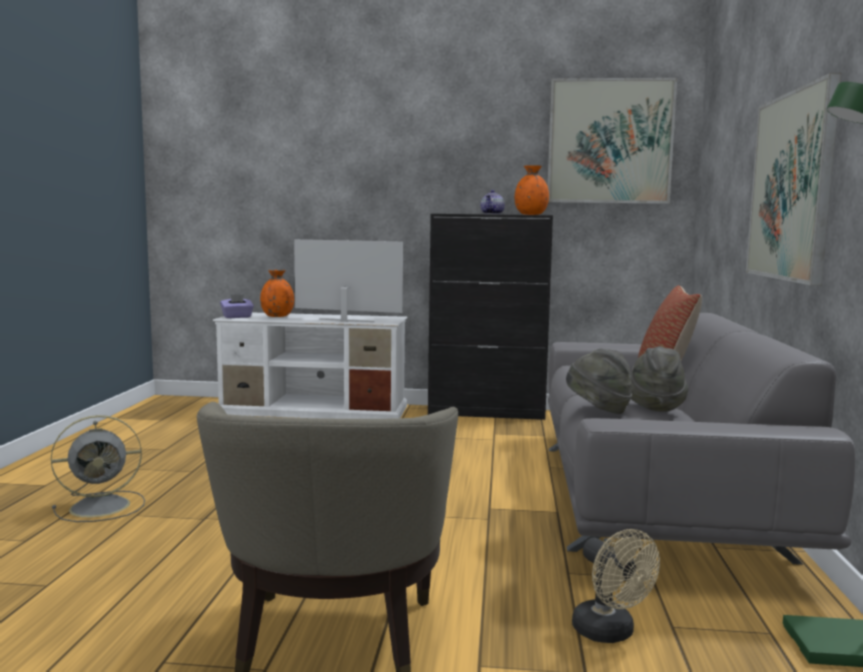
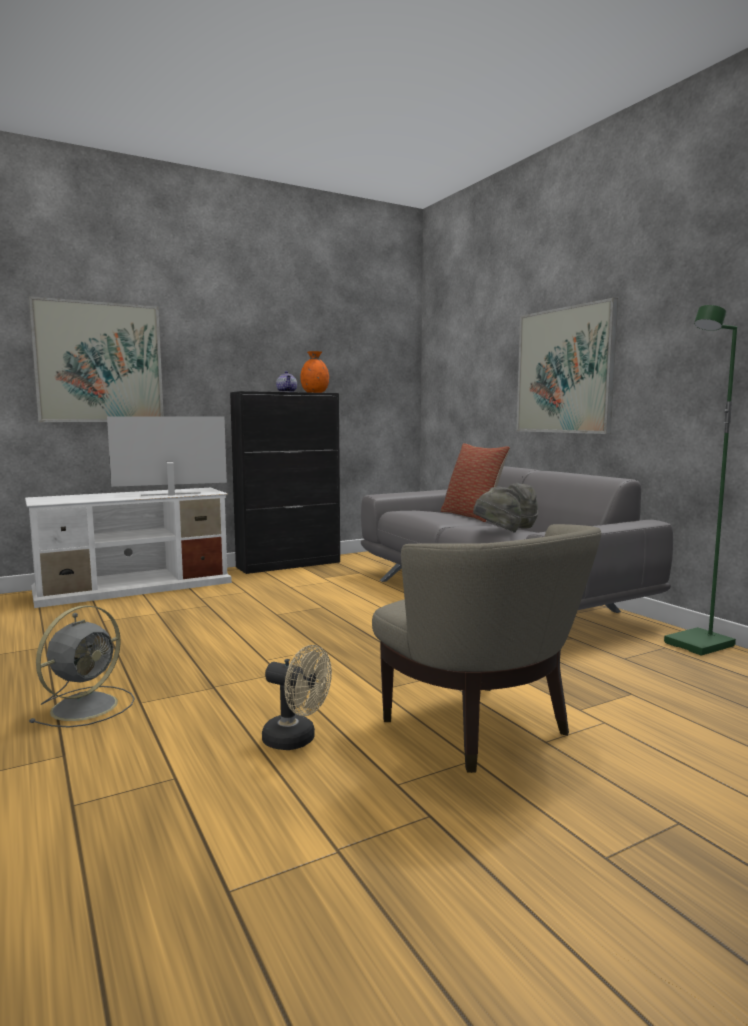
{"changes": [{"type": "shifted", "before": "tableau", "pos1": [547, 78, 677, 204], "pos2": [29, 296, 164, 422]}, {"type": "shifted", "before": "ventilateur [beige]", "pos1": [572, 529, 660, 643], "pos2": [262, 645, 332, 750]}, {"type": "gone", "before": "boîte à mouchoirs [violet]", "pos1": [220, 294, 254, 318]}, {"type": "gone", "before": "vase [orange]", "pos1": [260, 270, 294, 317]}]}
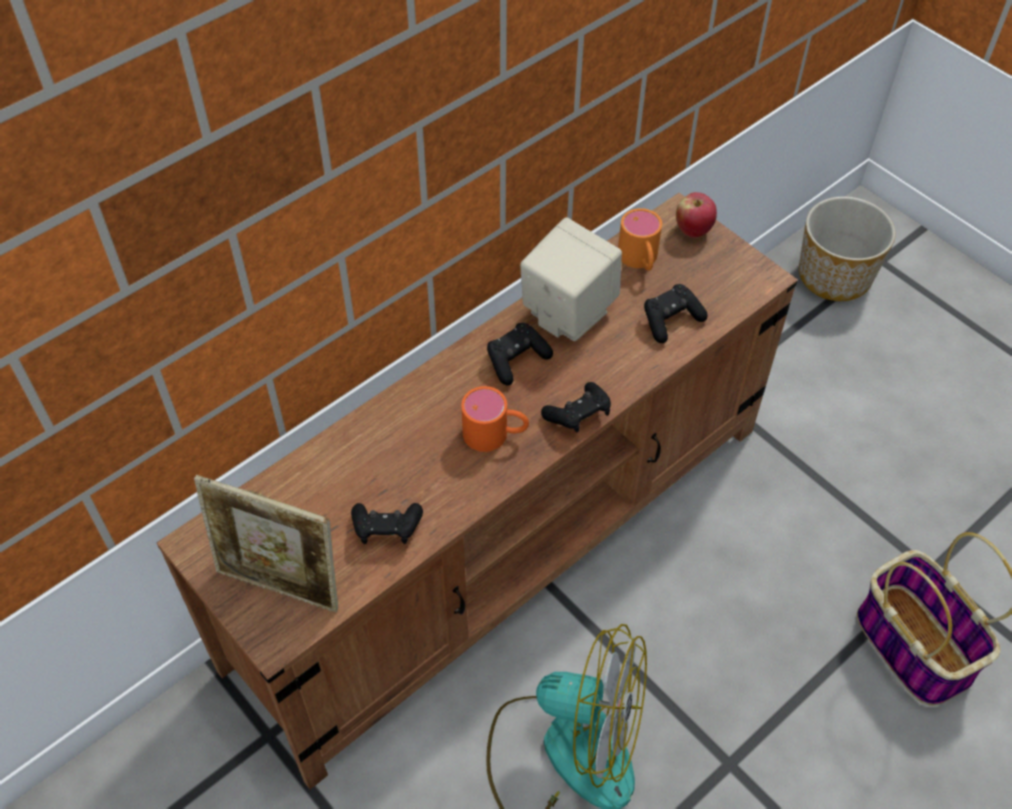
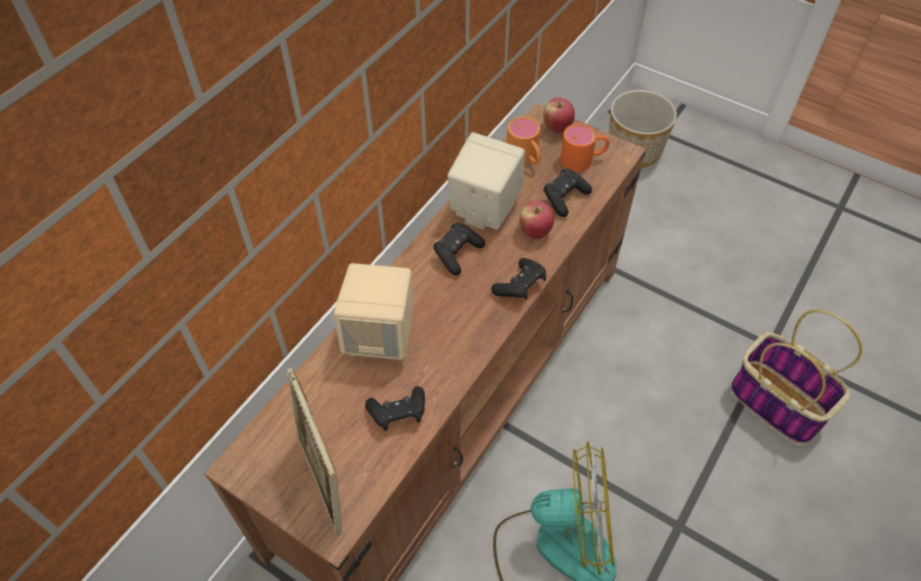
{"changes": [{"type": "rotated", "before": "cadre photo", "pos1": [194, 475, 338, 612], "pos2": [287, 368, 342, 536], "turn": 60}, {"type": "new", "after": "enceinte [beige]", "pos2": [334, 263, 413, 360]}, {"type": "new", "after": "pomme", "pos2": [519, 200, 554, 239]}, {"type": "shifted", "before": "mug [orange]", "pos1": [461, 386, 529, 452], "pos2": [560, 124, 610, 172]}]}
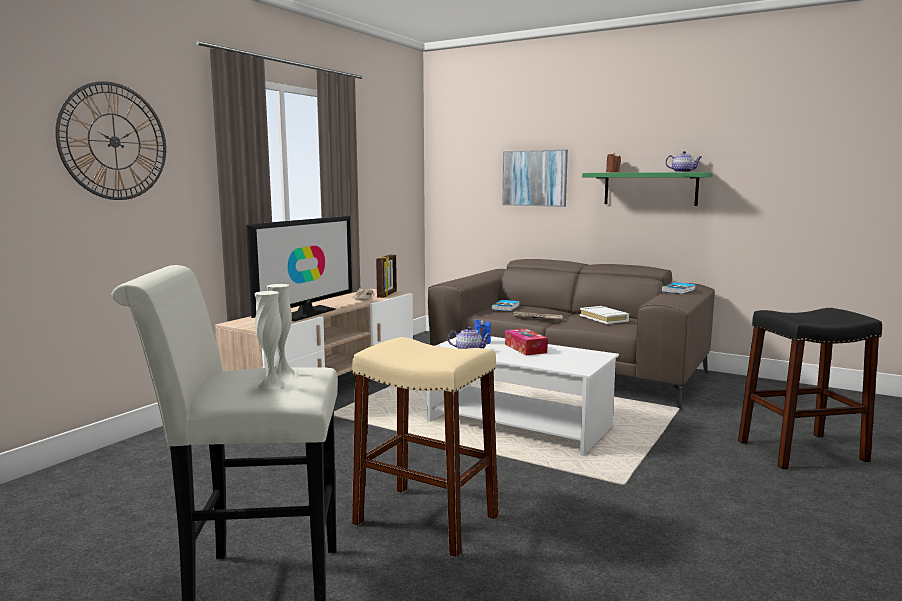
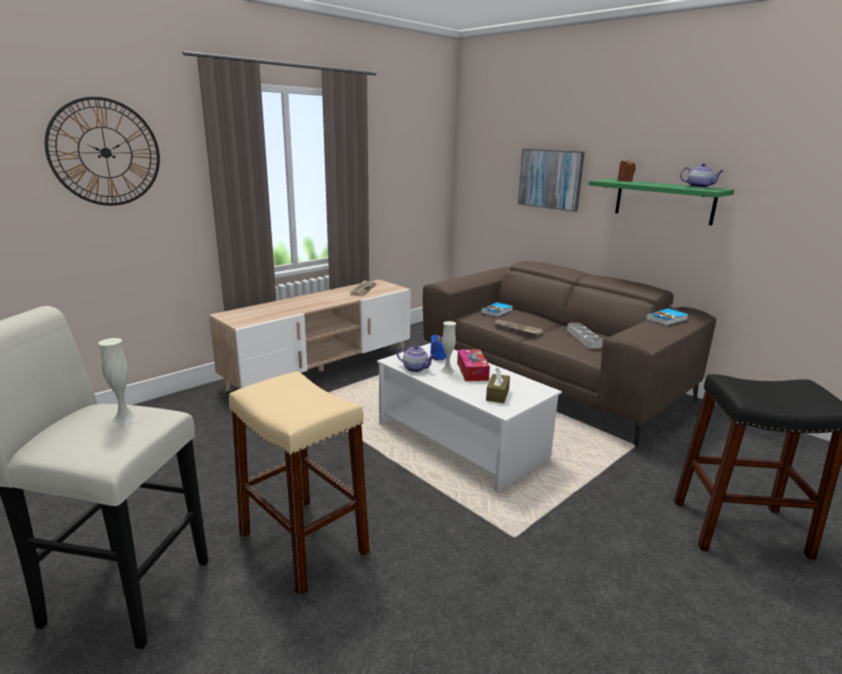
{"changes": [{"type": "shifted", "before": "vase [blanc]", "pos1": [254, 291, 285, 389], "pos2": [440, 321, 456, 374]}, {"type": "new", "after": "boîte à mouchoirs [marron]", "pos2": [486, 368, 510, 403]}, {"type": "swapped", "before": "livre [blanc]", "after": "plateau [gris]", "pos1": [580, 306, 629, 324], "pos2": [567, 323, 603, 349]}, {"type": "gone", "before": "téléviseur", "pos1": [246, 216, 352, 321]}, {"type": "gone", "before": "cadre photo", "pos1": [376, 255, 397, 298]}]}
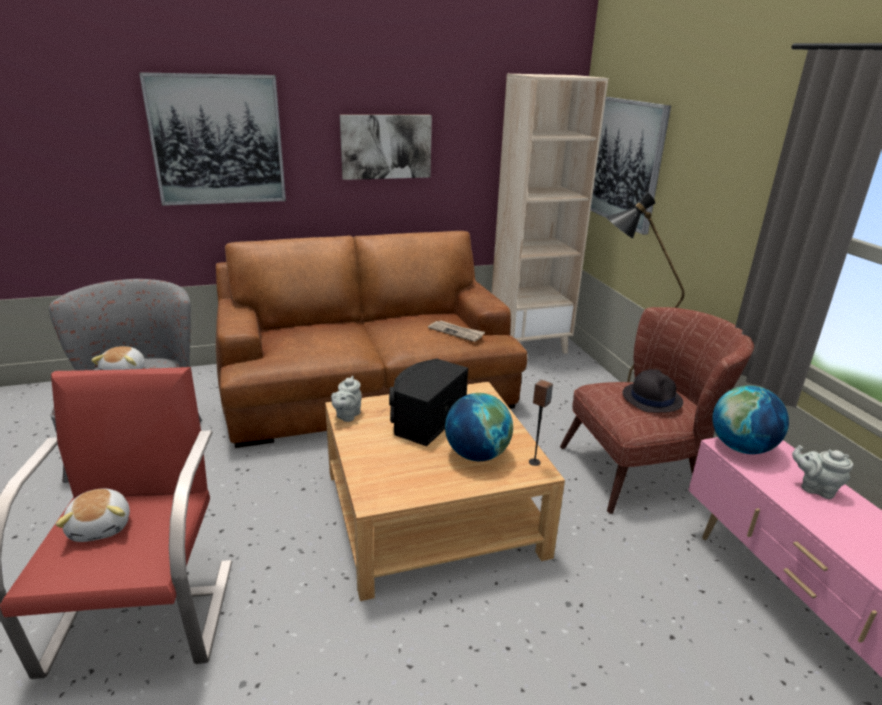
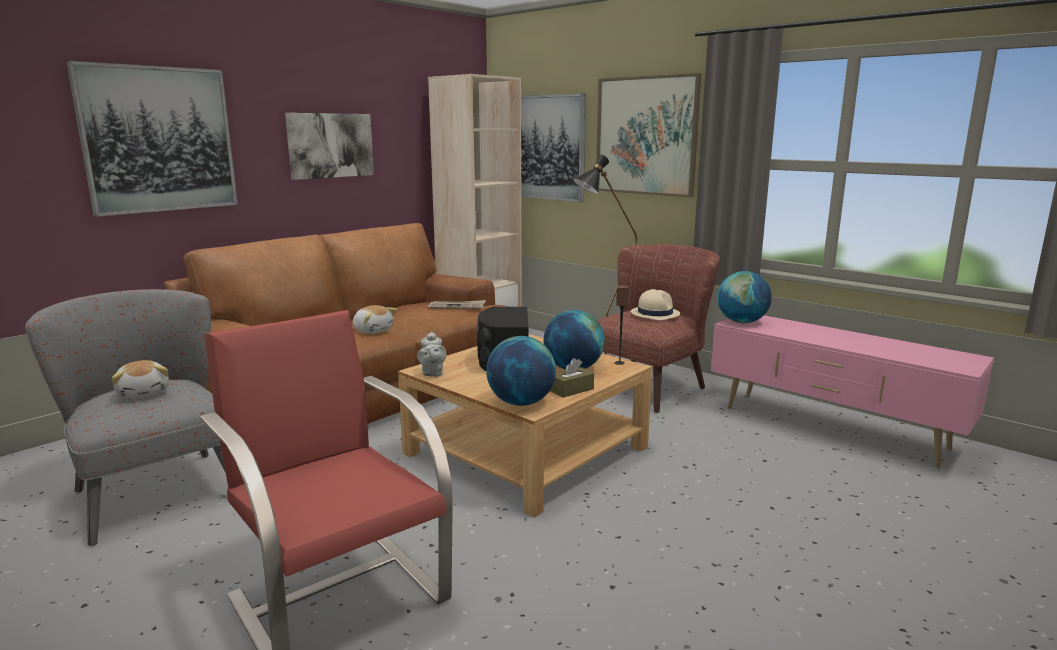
{"changes": [{"type": "shifted", "before": "peluche", "pos1": [56, 489, 130, 542], "pos2": [353, 305, 397, 334]}, {"type": "new", "after": "globe", "pos2": [486, 336, 556, 406]}, {"type": "new", "after": "boîte à mouchoirs [marron]", "pos2": [550, 358, 594, 398]}, {"type": "new", "after": "tableau", "pos2": [596, 73, 702, 198]}, {"type": "repainted", "before": "chapeau [noir]", "after": "chapeau [beige]", "pos1": [623, 369, 683, 413], "pos2": [631, 289, 680, 321]}, {"type": "gone", "before": "théière [gris]", "pos1": [792, 445, 853, 499]}]}
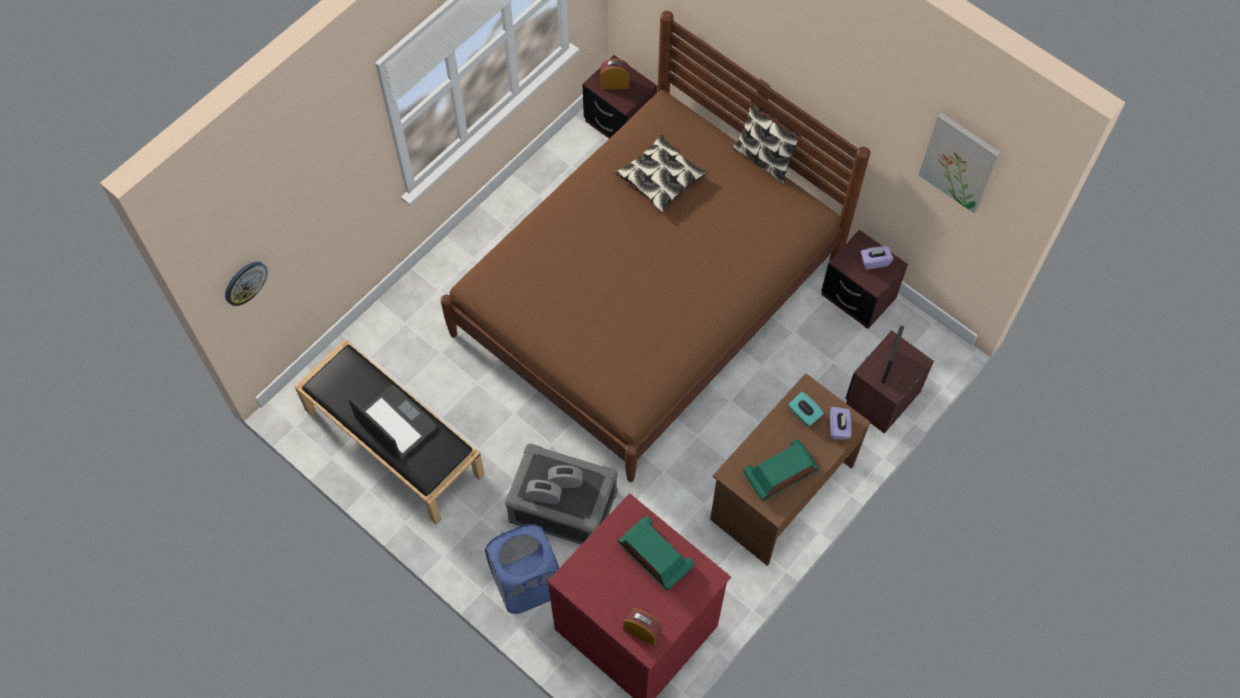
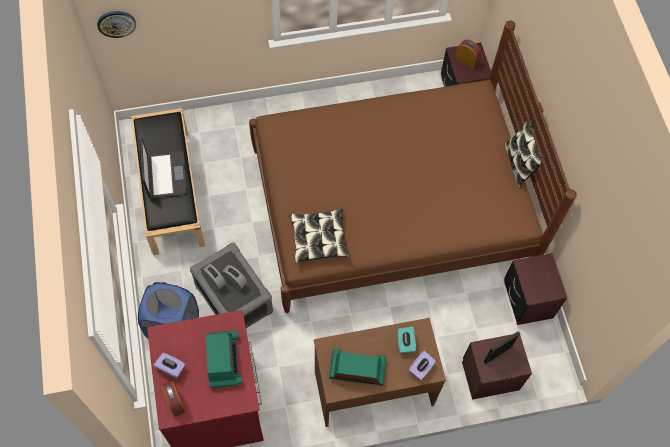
{"changes": [{"type": "shifted", "before": "boîte à mouchoirs [violet]", "pos1": [861, 246, 894, 270], "pos2": [154, 353, 185, 379]}, {"type": "shifted", "before": "coussin", "pos1": [615, 134, 708, 213], "pos2": [289, 208, 350, 263]}, {"type": "gone", "before": "tableau", "pos1": [918, 112, 1001, 213]}]}
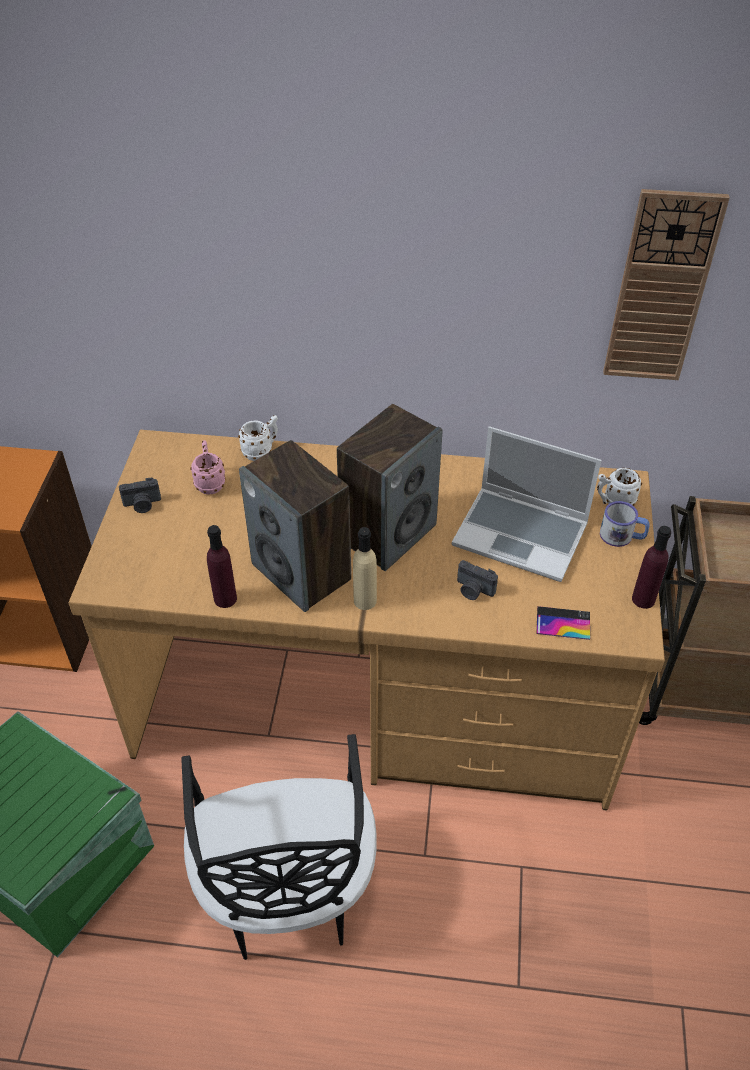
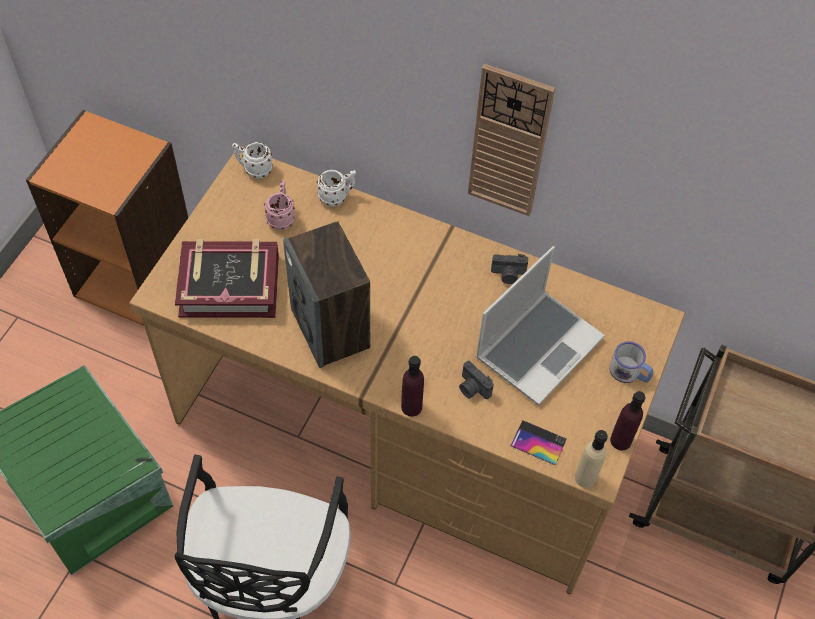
{"changes": [{"type": "new", "after": "livre", "pos2": [175, 239, 279, 318]}, {"type": "shifted", "before": "mug [blanc]", "pos1": [597, 468, 642, 506], "pos2": [232, 142, 273, 179]}, {"type": "shifted", "before": "bouteille [violet]", "pos1": [207, 525, 237, 608], "pos2": [401, 356, 424, 416]}, {"type": "shifted", "before": "horloge murale", "pos1": [603, 189, 730, 380], "pos2": [468, 64, 555, 216]}, {"type": "rotated", "before": "ordinateur portable", "pos1": [452, 426, 601, 582], "pos2": [476, 246, 605, 406], "turn": -90}, {"type": "shifted", "before": "appareil photo", "pos1": [119, 478, 161, 513], "pos2": [491, 254, 528, 284]}, {"type": "shifted", "before": "bouteille [beige]", "pos1": [353, 527, 377, 610], "pos2": [575, 430, 608, 488]}, {"type": "gone", "before": "enceinte", "pos1": [337, 404, 442, 571]}]}
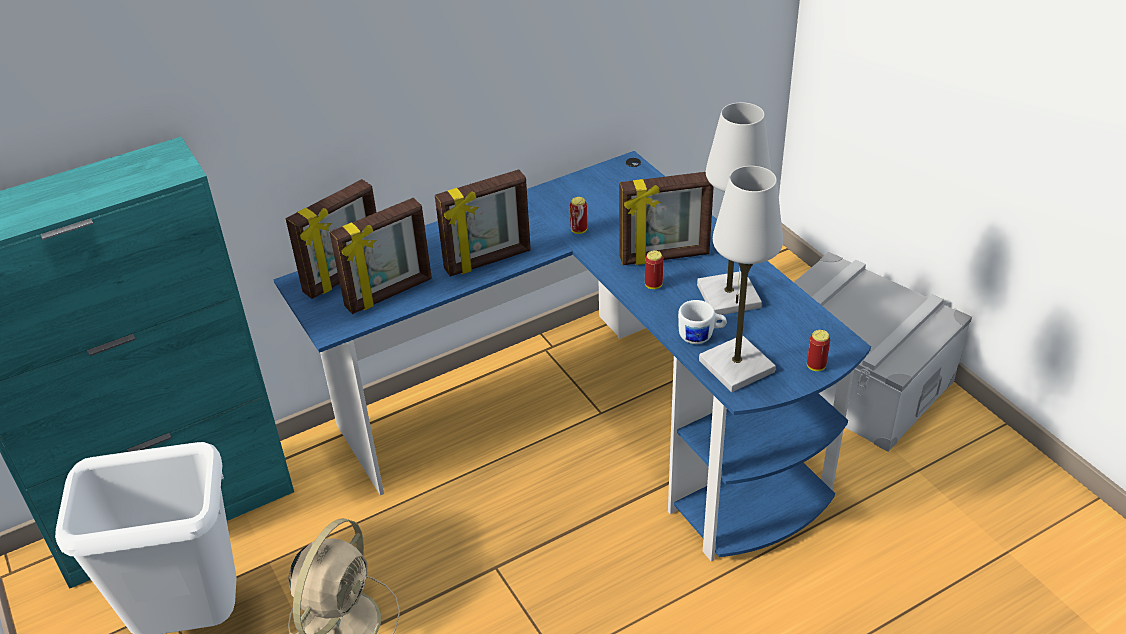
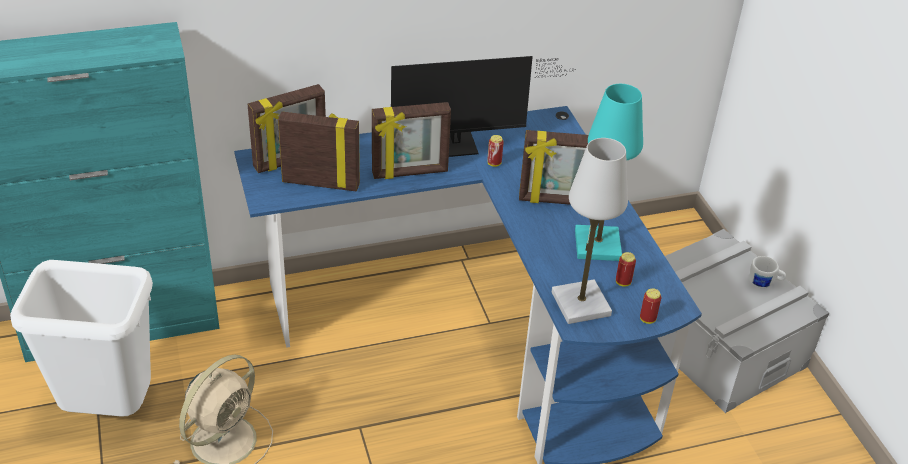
{"changes": [{"type": "rotated", "before": "cadre photo", "pos1": [330, 198, 432, 314], "pos2": [278, 112, 360, 192], "turn": -150}, {"type": "new", "after": "écran d'ordinateur", "pos2": [391, 56, 574, 157]}, {"type": "repainted", "before": "lampe de table [blanc]", "after": "lampe de table [turquoise]", "pos1": [697, 102, 771, 315], "pos2": [575, 84, 643, 261]}, {"type": "shifted", "before": "boîte métallique", "pos1": [645, 250, 663, 289], "pos2": [616, 252, 636, 287]}, {"type": "shifted", "before": "mug [blanc]", "pos1": [678, 300, 727, 344], "pos2": [749, 256, 786, 289]}]}
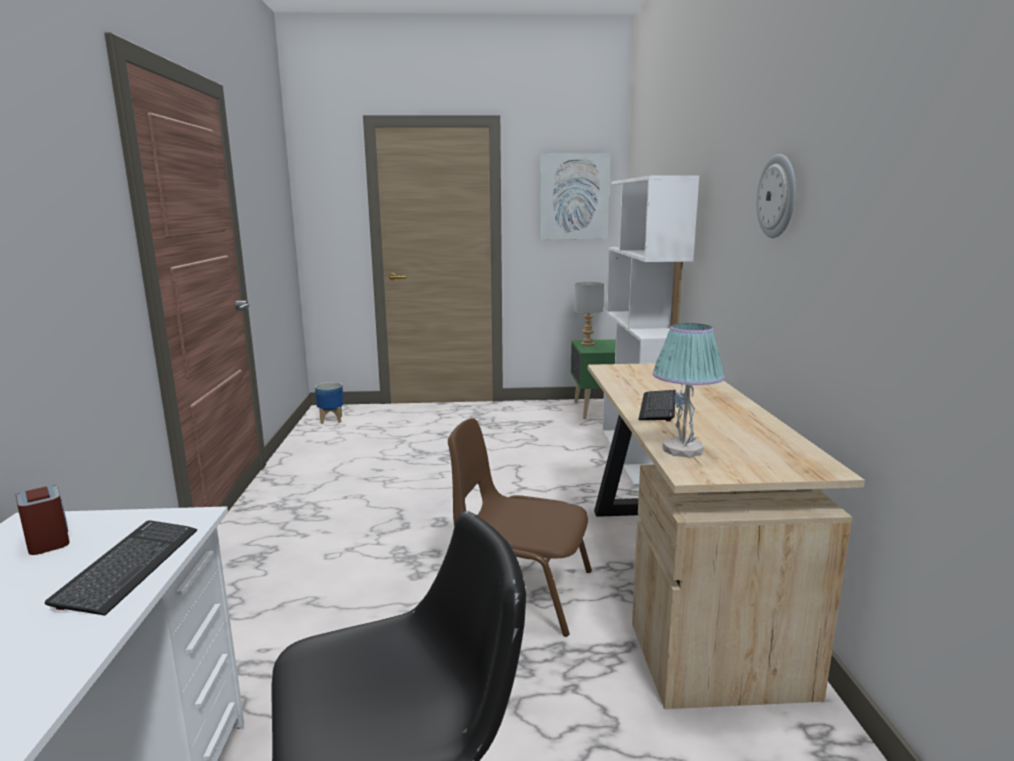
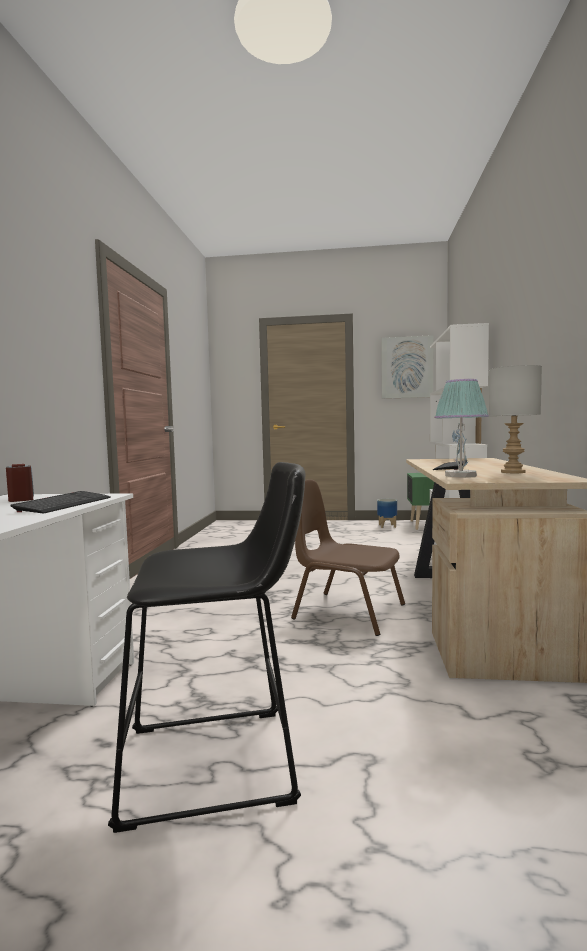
{"changes": [{"type": "shifted", "before": "cache-pot", "pos1": [315, 382, 344, 424], "pos2": [377, 499, 397, 528]}, {"type": "shifted", "before": "lampe de table [gris]", "pos1": [575, 282, 604, 346], "pos2": [489, 365, 542, 473]}, {"type": "gone", "before": "horloge murale", "pos1": [757, 154, 796, 238]}]}
